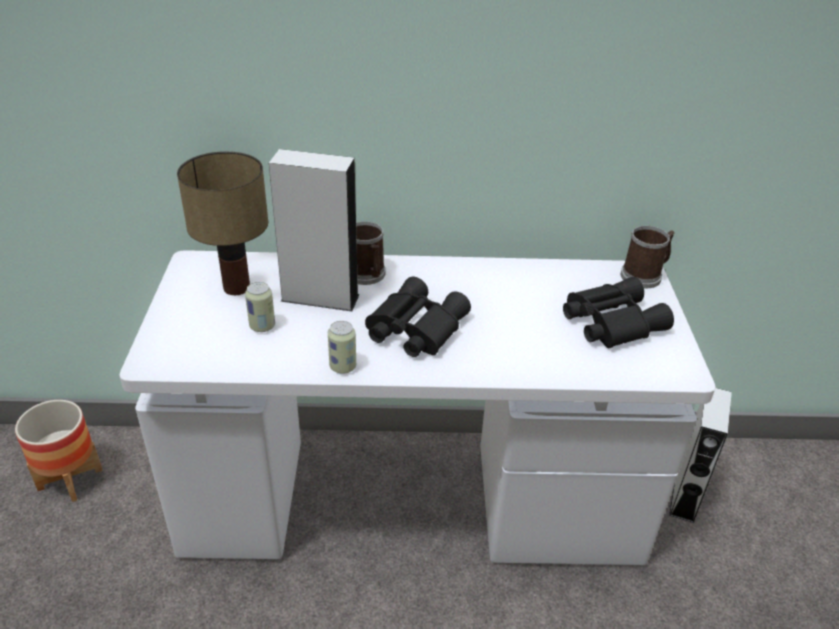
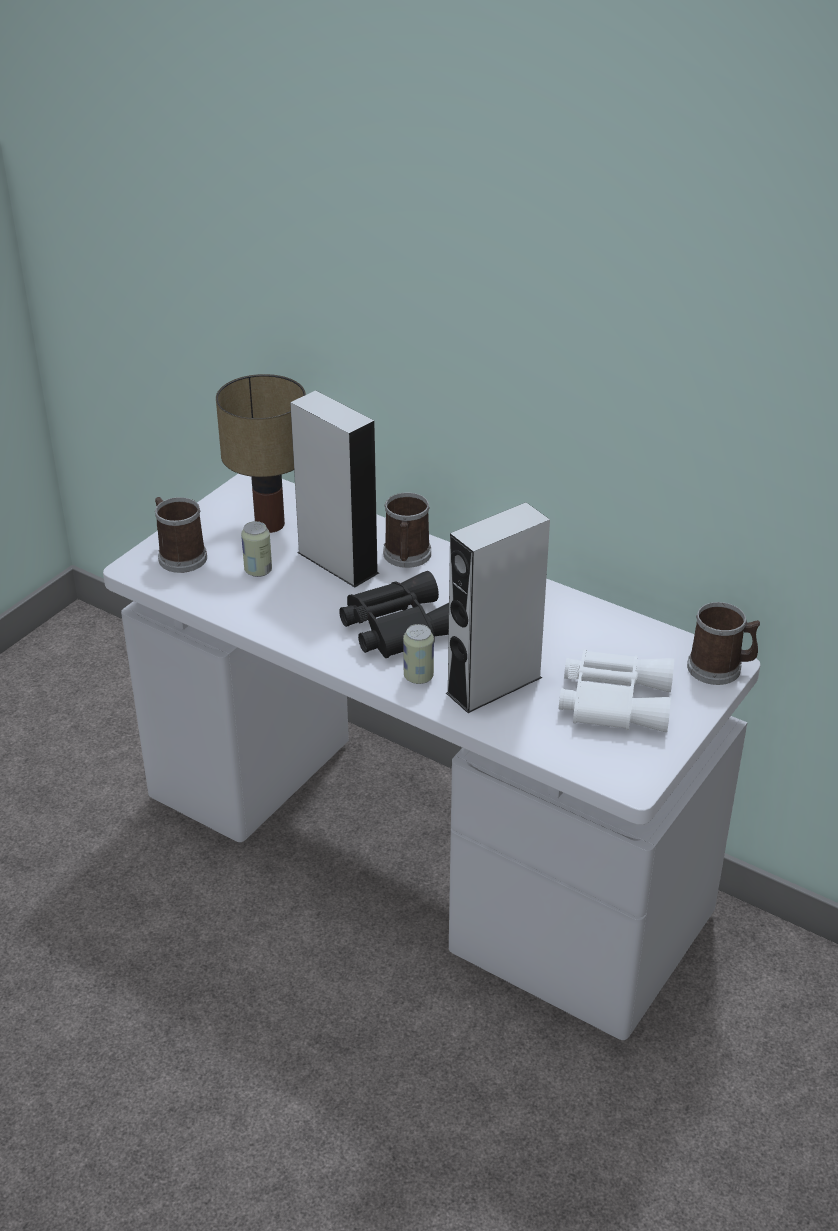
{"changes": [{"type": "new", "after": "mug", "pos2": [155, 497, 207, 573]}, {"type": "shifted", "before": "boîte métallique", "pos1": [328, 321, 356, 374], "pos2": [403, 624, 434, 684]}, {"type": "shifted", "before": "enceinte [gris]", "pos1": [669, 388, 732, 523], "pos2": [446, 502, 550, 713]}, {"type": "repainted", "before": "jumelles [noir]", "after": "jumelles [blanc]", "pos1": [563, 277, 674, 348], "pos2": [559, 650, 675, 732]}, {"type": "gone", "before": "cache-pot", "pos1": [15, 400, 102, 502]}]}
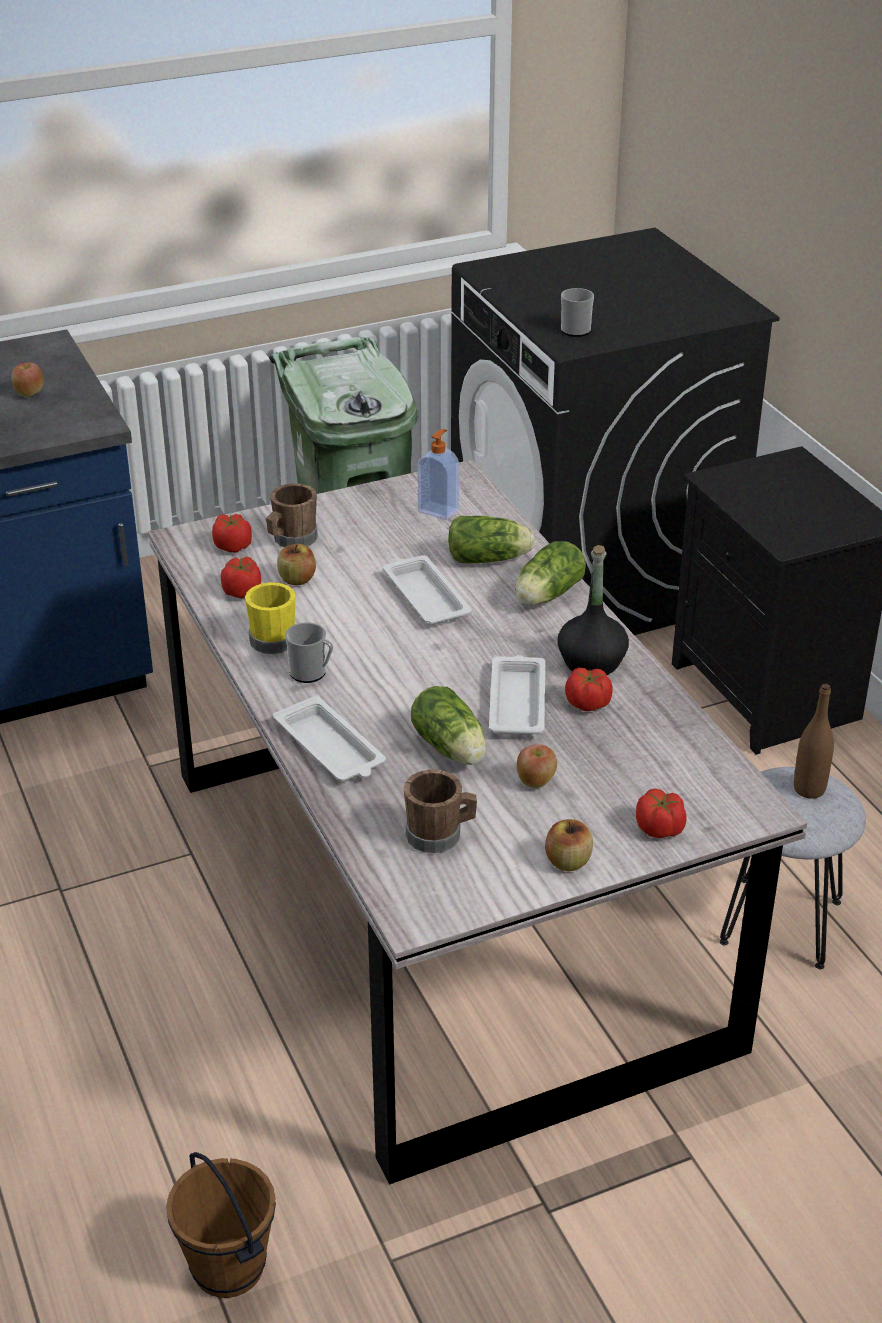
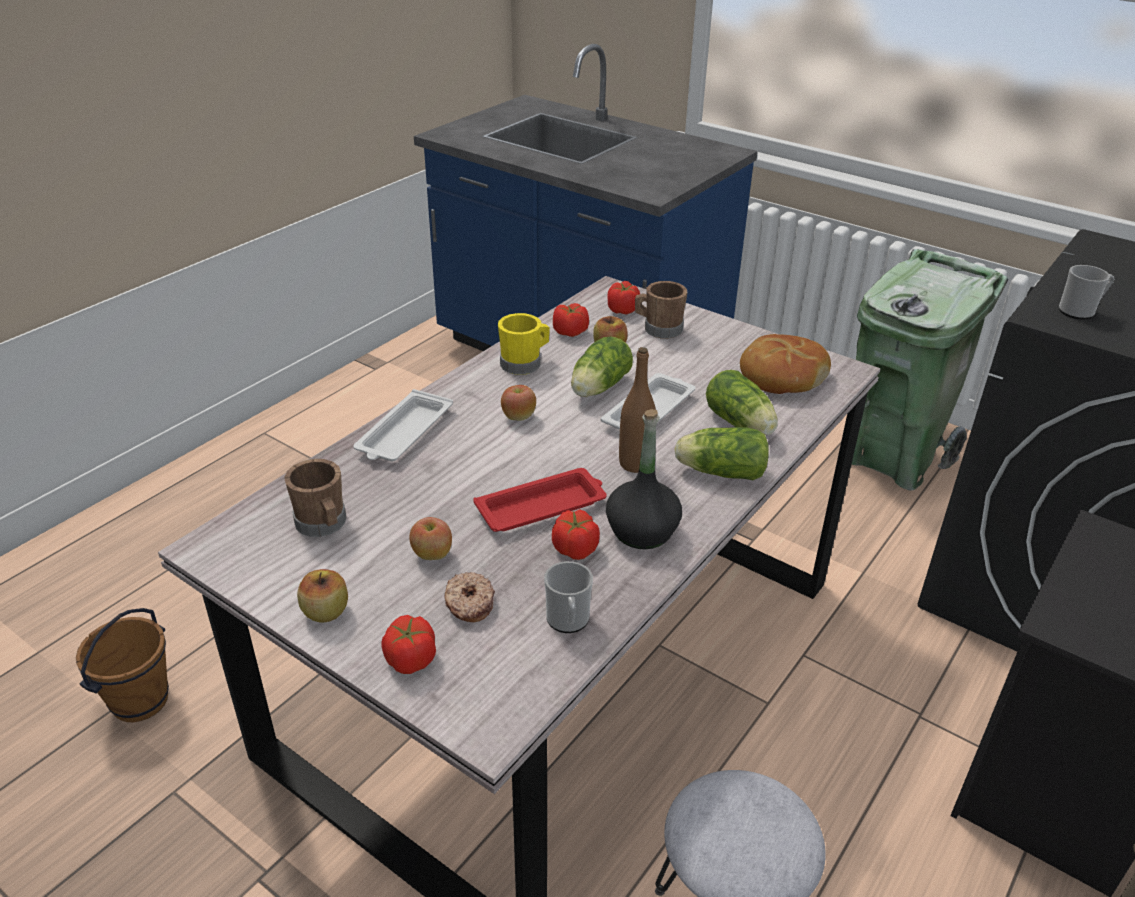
{"changes": [{"type": "new", "after": "beignet", "pos2": [444, 572, 495, 622]}, {"type": "repainted", "before": "plateau [blanc]", "after": "plateau [rouge]", "pos1": [489, 655, 545, 735], "pos2": [473, 468, 607, 532]}, {"type": "shifted", "before": "pomme", "pos1": [11, 363, 44, 397], "pos2": [501, 385, 536, 420]}, {"type": "shifted", "before": "mug", "pos1": [285, 623, 333, 683], "pos2": [544, 561, 593, 633]}, {"type": "shifted", "before": "laitue", "pos1": [411, 686, 486, 765], "pos2": [571, 337, 633, 397]}, {"type": "shifted", "before": "bouteille [marron]", "pos1": [794, 684, 834, 799], "pos2": [619, 347, 656, 473]}, {"type": "swapped", "before": "distributeur de savon", "after": "pain", "pos1": [417, 429, 459, 520], "pos2": [740, 334, 831, 394]}]}
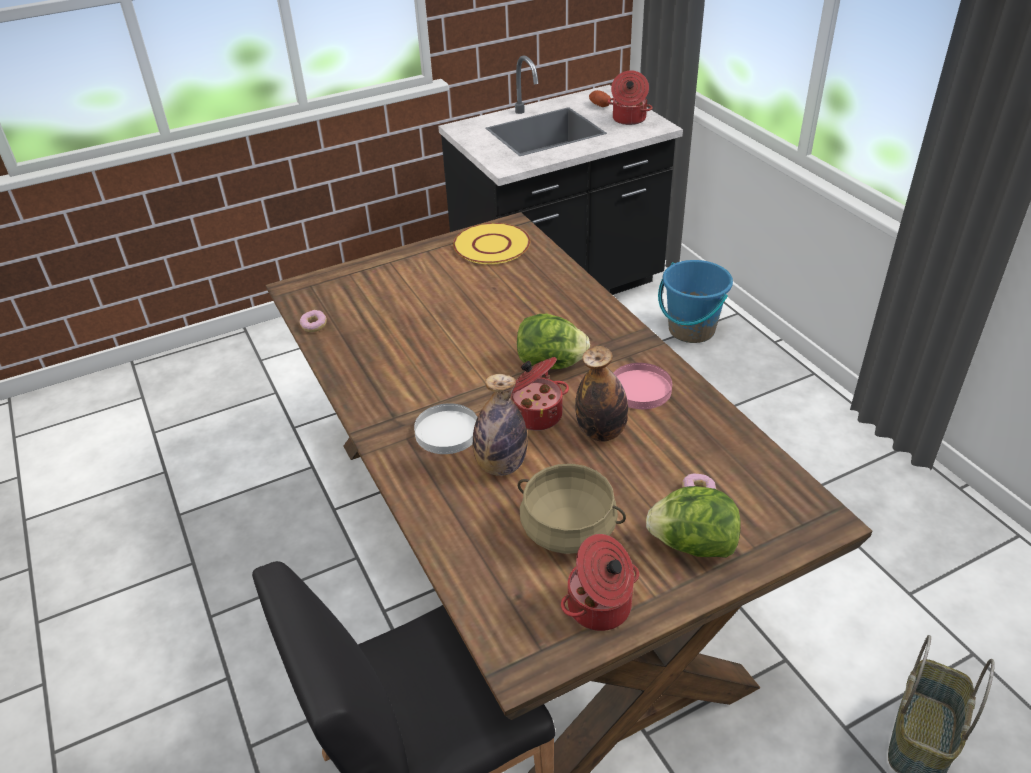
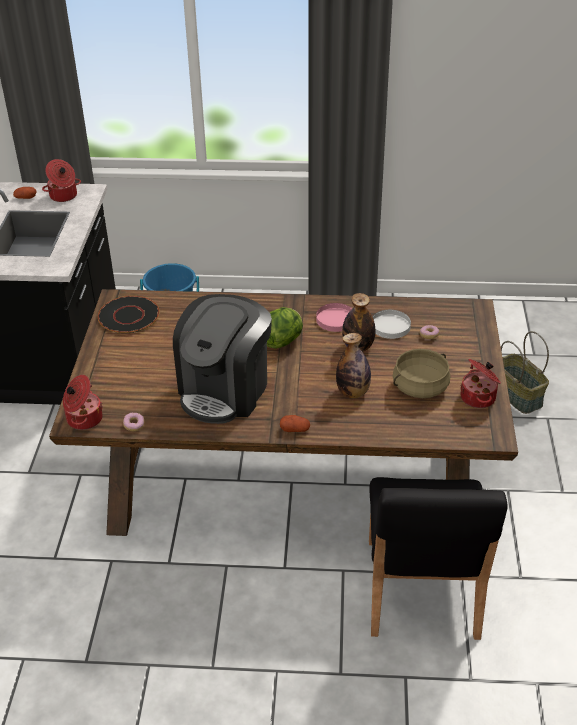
{"changes": [{"type": "shifted", "before": "marmite", "pos1": [511, 357, 569, 431], "pos2": [63, 375, 103, 430]}, {"type": "repainted", "before": "assiette [jaune]", "after": "assiette [noir]", "pos1": [453, 223, 530, 264], "pos2": [98, 296, 160, 333]}, {"type": "new", "after": "machine à café", "pos2": [173, 294, 272, 424]}, {"type": "new", "after": "pomme de terre", "pos2": [280, 415, 310, 432]}, {"type": "shifted", "before": "assiette [blanc]", "pos1": [414, 403, 477, 454], "pos2": [372, 310, 411, 339]}, {"type": "gone", "before": "laitue", "pos1": [646, 486, 741, 558]}]}
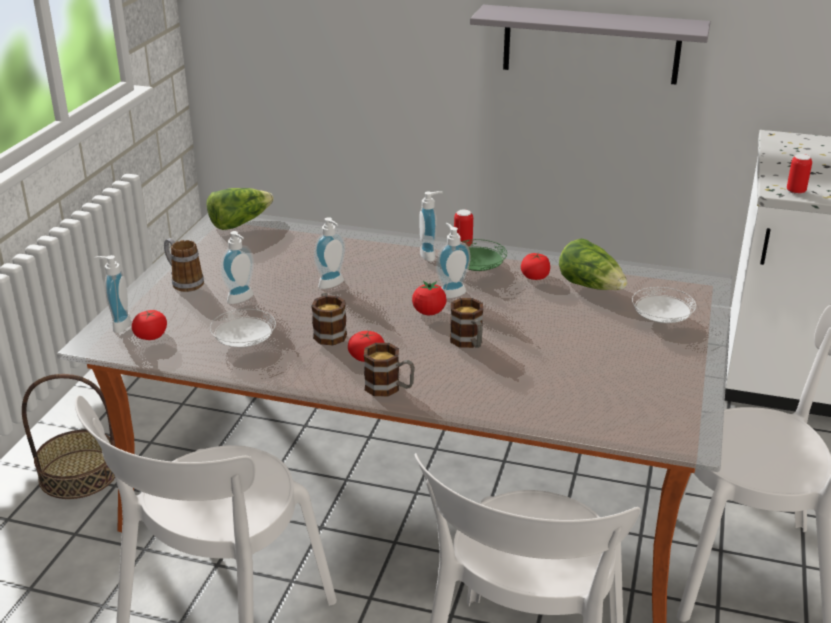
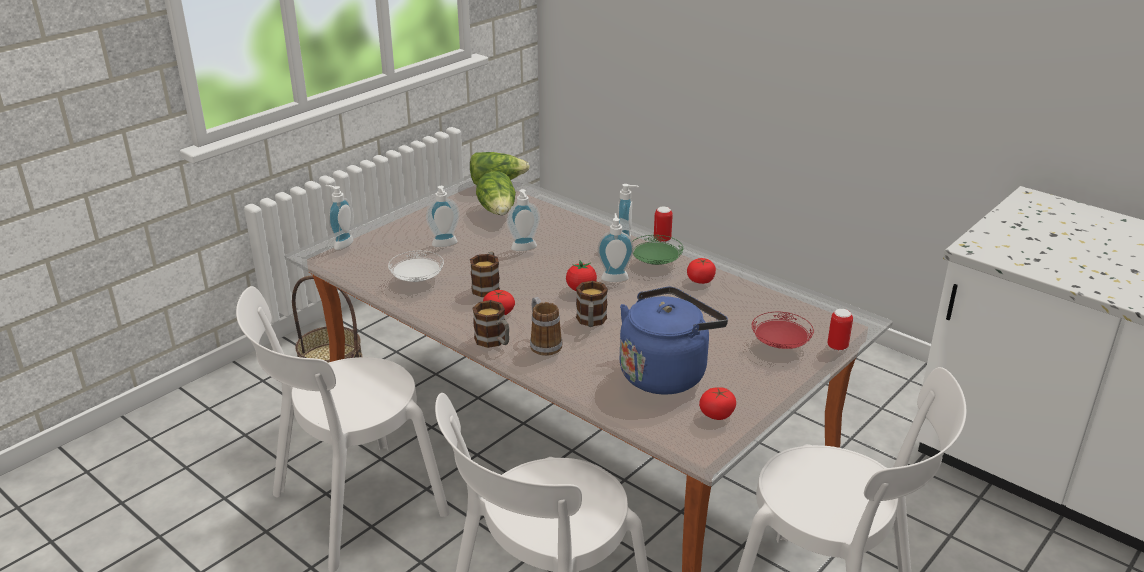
{"changes": [{"type": "shifted", "before": "laitue", "pos1": [559, 238, 627, 290], "pos2": [476, 171, 516, 215]}, {"type": "shifted", "before": "mug", "pos1": [164, 238, 204, 292], "pos2": [530, 297, 563, 356]}, {"type": "new", "after": "bouilloire [bleu]", "pos2": [620, 287, 728, 395]}, {"type": "shifted", "before": "tomate", "pos1": [132, 310, 167, 340], "pos2": [699, 387, 736, 420]}, {"type": "repainted", "before": "assiette [blanc]", "after": "assiette [rouge]", "pos1": [632, 287, 696, 323], "pos2": [752, 312, 814, 349]}, {"type": "shifted", "before": "boîte métallique", "pos1": [787, 154, 812, 194], "pos2": [827, 309, 853, 351]}, {"type": "gone", "before": "étagère [gris]", "pos1": [470, 5, 711, 85]}]}
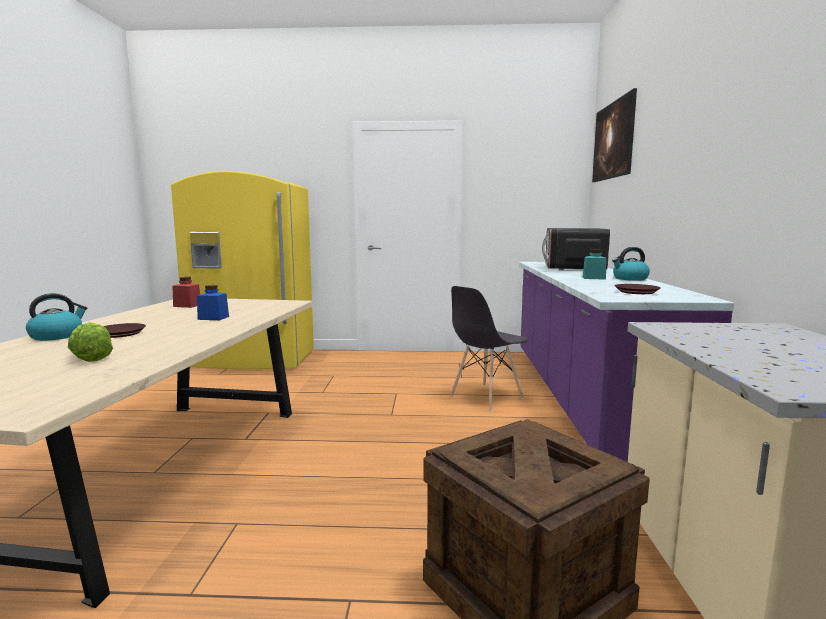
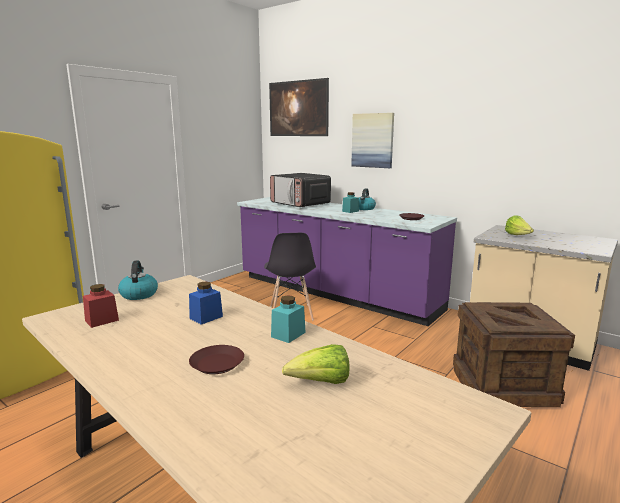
{"changes": [{"type": "shifted", "before": "bouilloire", "pos1": [26, 293, 87, 341], "pos2": [118, 260, 158, 300]}, {"type": "new", "after": "bocal [turquoise]", "pos2": [271, 295, 306, 343]}, {"type": "new", "after": "tableau", "pos2": [351, 113, 394, 168]}, {"type": "new", "after": "laitue", "pos2": [505, 215, 534, 235]}]}
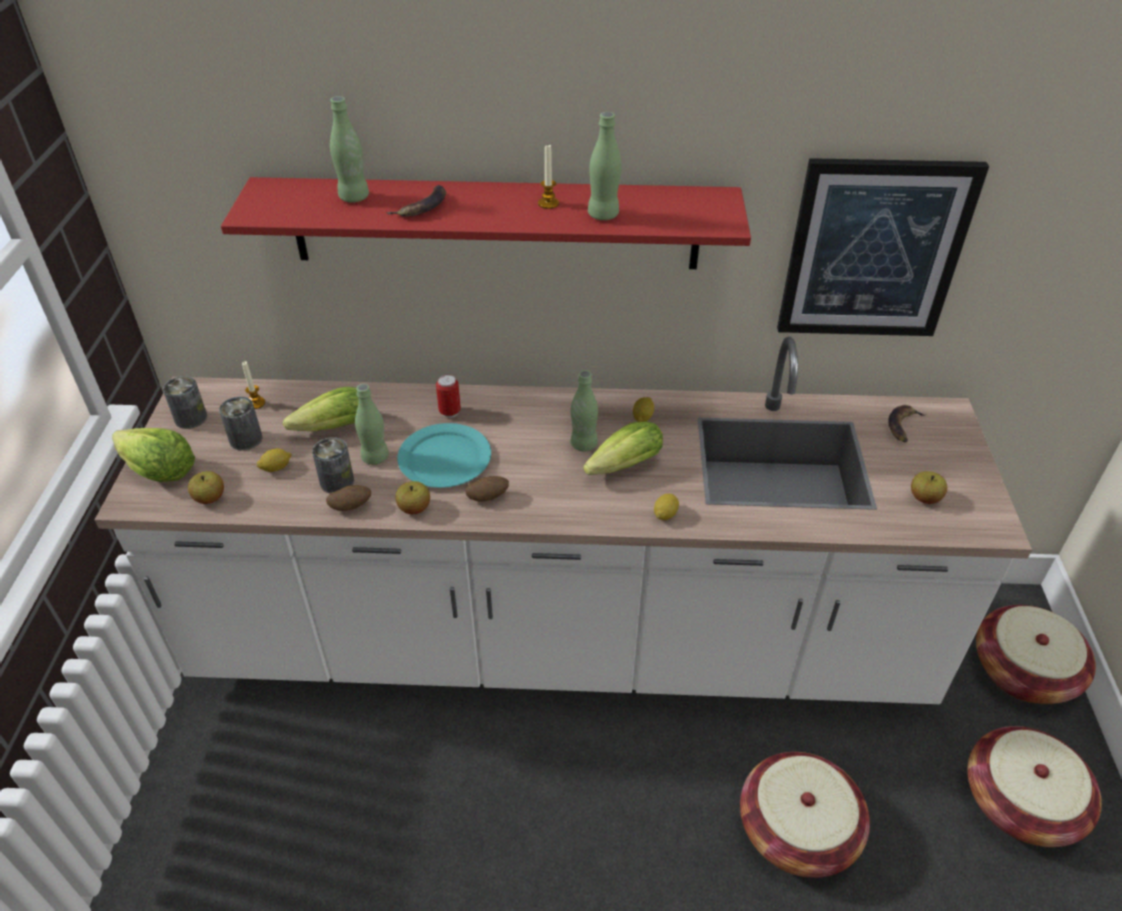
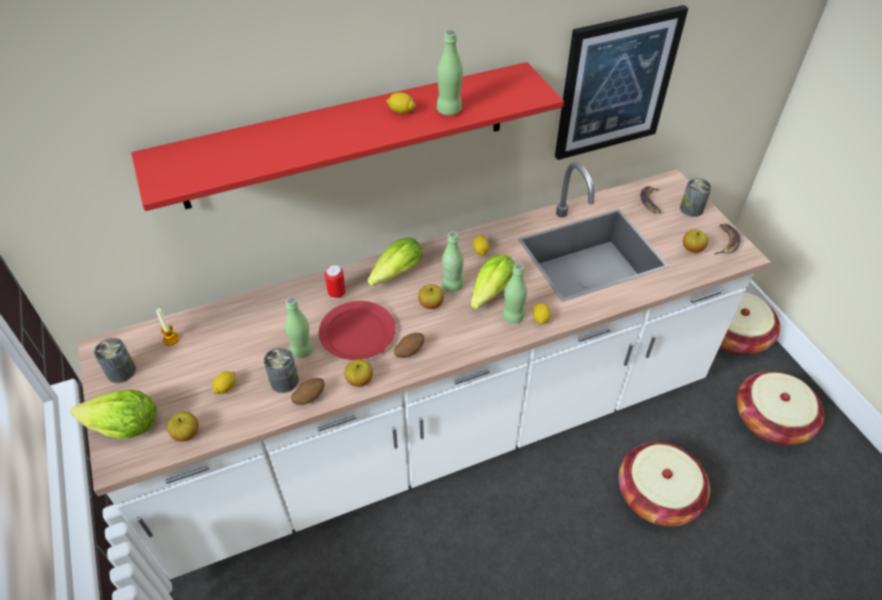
{"changes": [{"type": "repainted", "before": "assiette [turquoise]", "after": "assiette [rouge]", "pos1": [397, 423, 491, 488], "pos2": [319, 301, 395, 360]}, {"type": "shifted", "before": "laitue", "pos1": [283, 386, 358, 431], "pos2": [367, 238, 422, 286]}, {"type": "swapped", "before": "bougie", "after": "citron", "pos1": [538, 145, 559, 209], "pos2": [386, 92, 416, 114]}, {"type": "new", "after": "pomme", "pos2": [418, 284, 444, 309]}, {"type": "shifted", "before": "bouteille [vert]", "pos1": [330, 96, 369, 202], "pos2": [502, 263, 527, 324]}, {"type": "shifted", "before": "boîte métallique", "pos1": [219, 397, 263, 451], "pos2": [680, 178, 712, 217]}, {"type": "shifted", "before": "banane", "pos1": [386, 185, 446, 217], "pos2": [714, 224, 740, 255]}]}
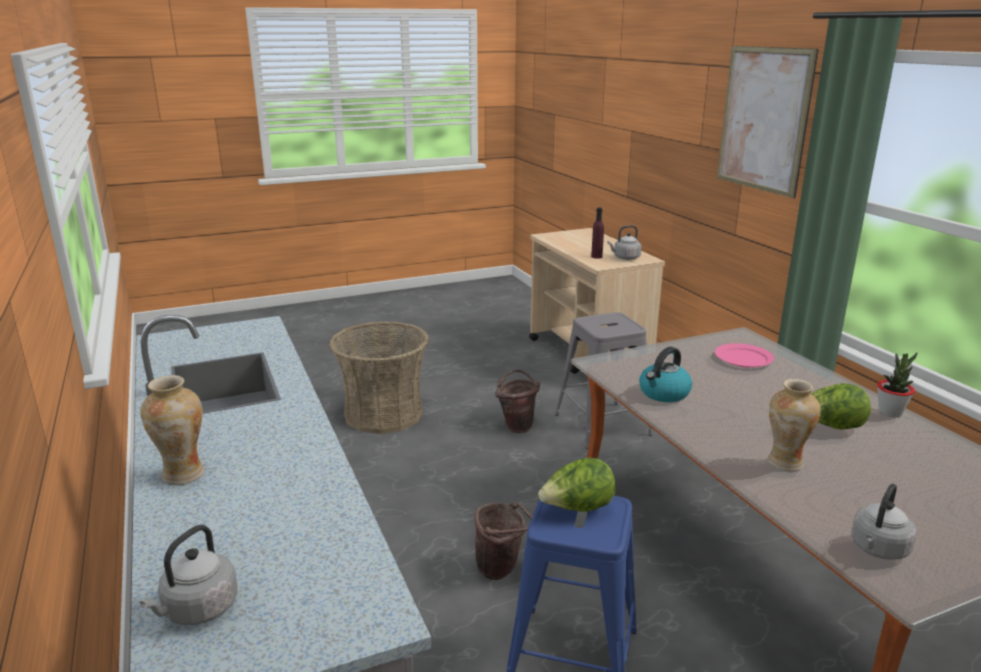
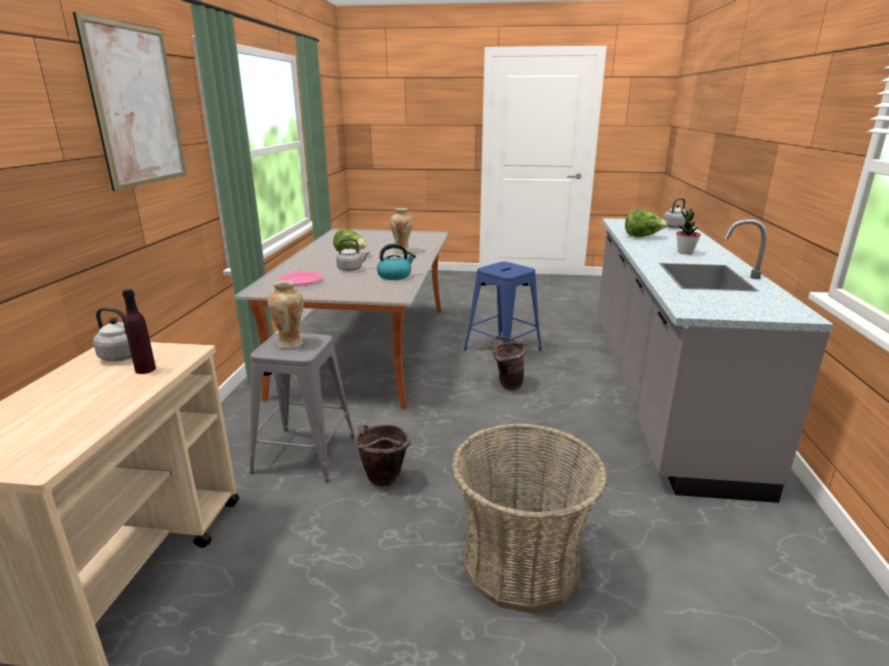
{"changes": [{"type": "shifted", "before": "vase", "pos1": [140, 375, 205, 485], "pos2": [268, 280, 304, 348]}, {"type": "shifted", "before": "bouilloire [gris]", "pos1": [851, 483, 917, 560], "pos2": [336, 239, 369, 271]}, {"type": "shifted", "before": "laitue", "pos1": [538, 457, 616, 512], "pos2": [625, 210, 667, 237]}, {"type": "shifted", "before": "plante en pot", "pos1": [877, 353, 917, 418], "pos2": [676, 208, 701, 254]}]}
